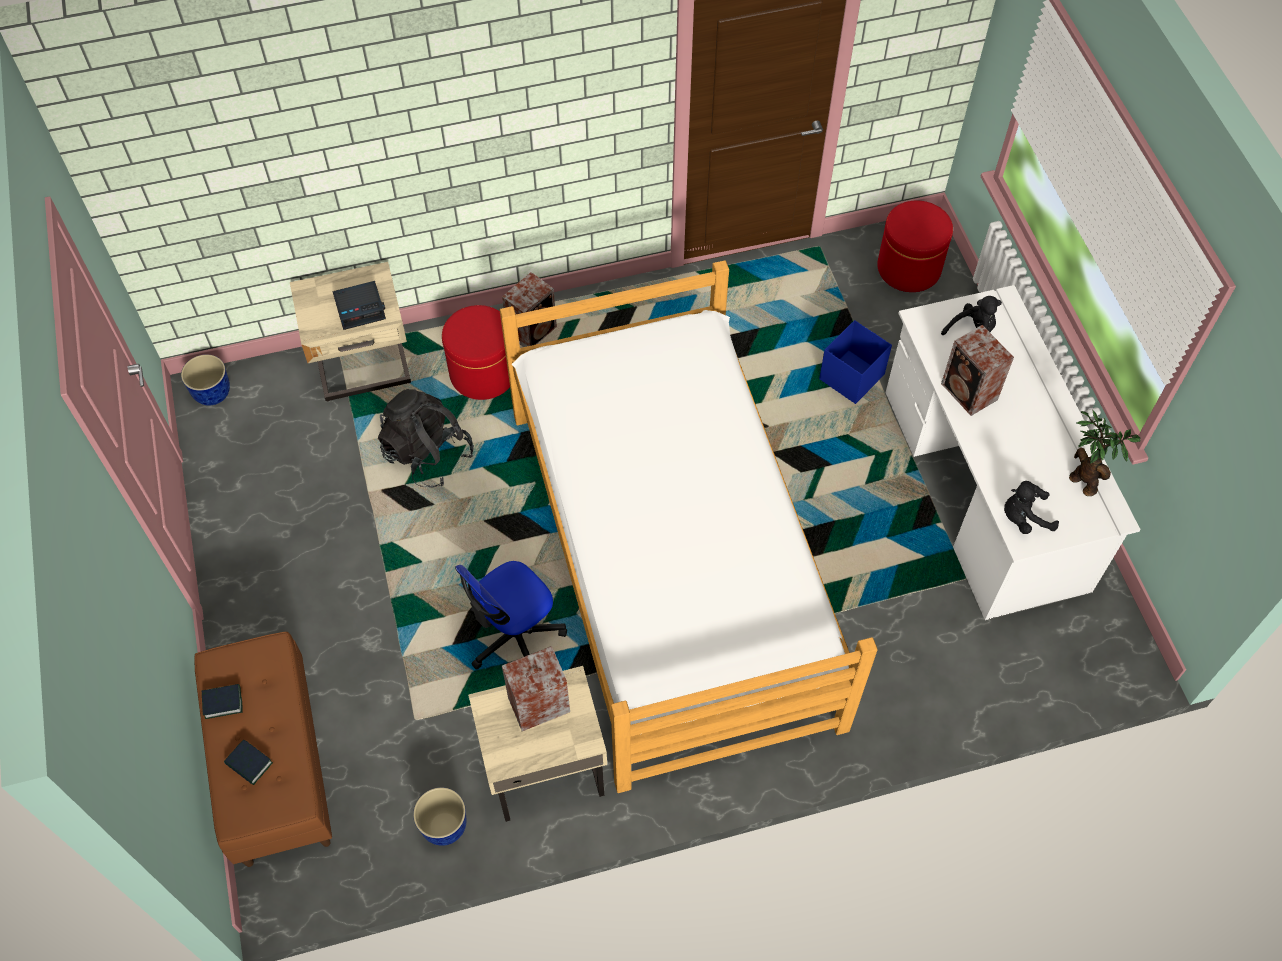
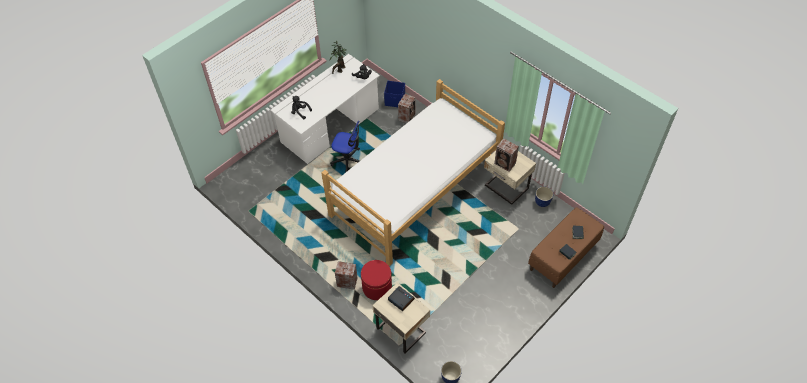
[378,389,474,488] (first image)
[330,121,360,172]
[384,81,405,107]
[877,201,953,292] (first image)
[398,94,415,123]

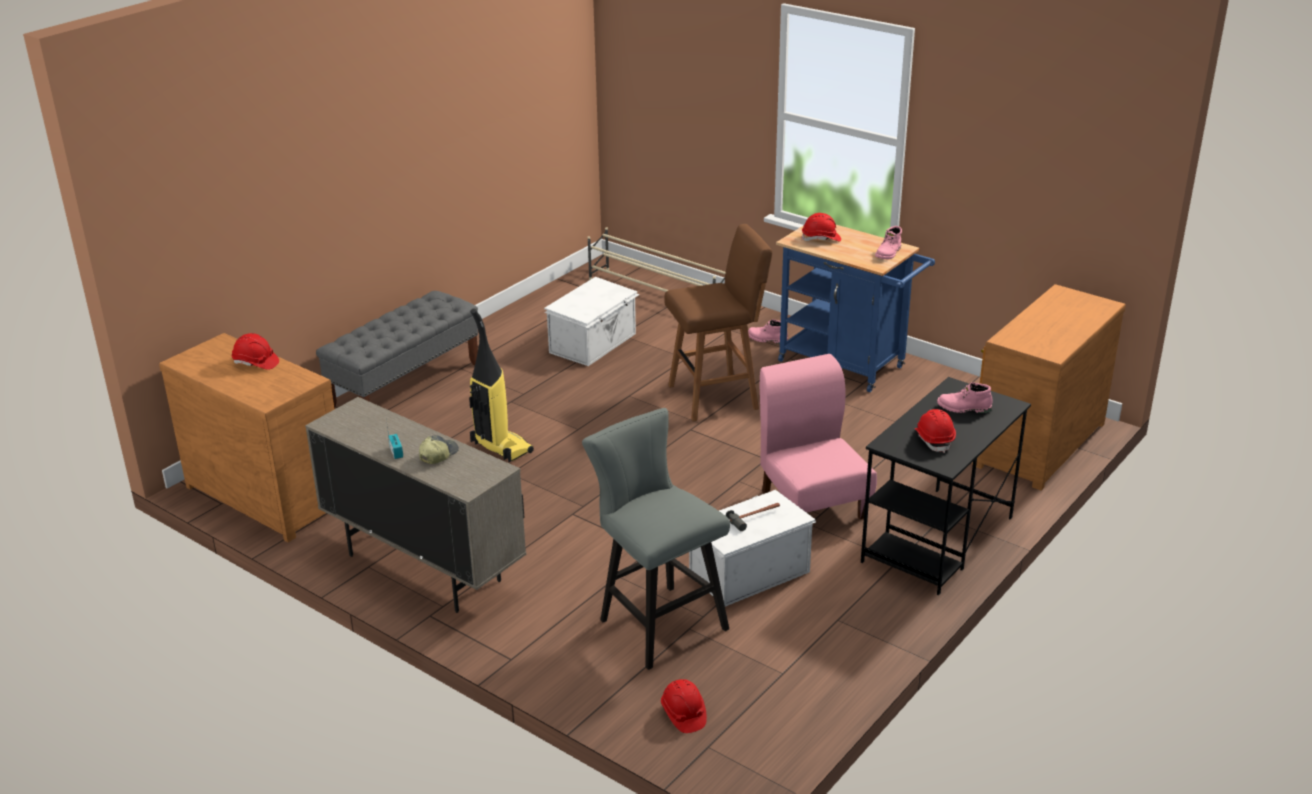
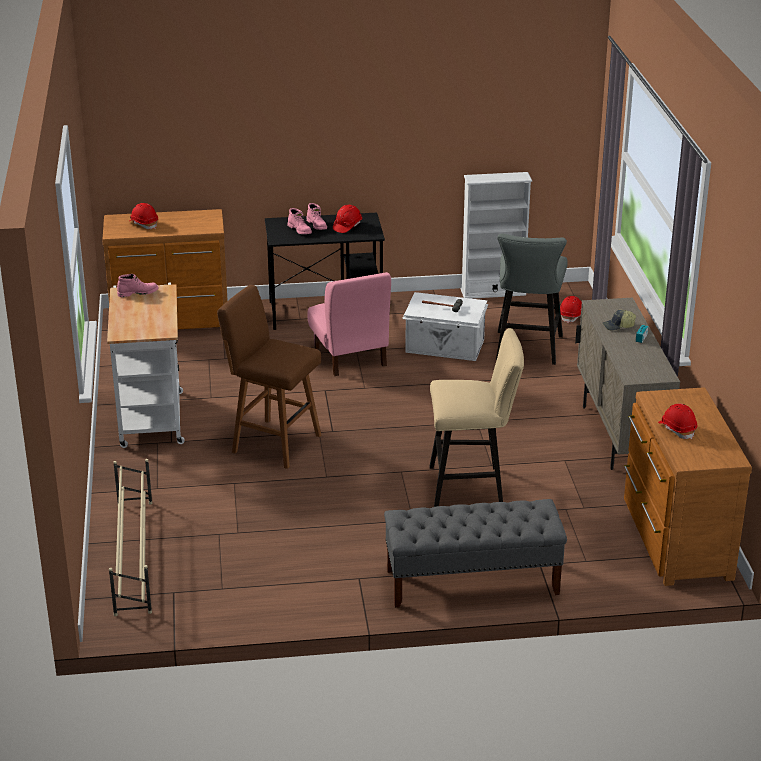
[429,328,524,507]
[544,277,639,366] (first image)
[306,203,327,230]
[307,272,391,376]
[107,283,185,448]
[130,203,158,229]
[461,172,532,299]

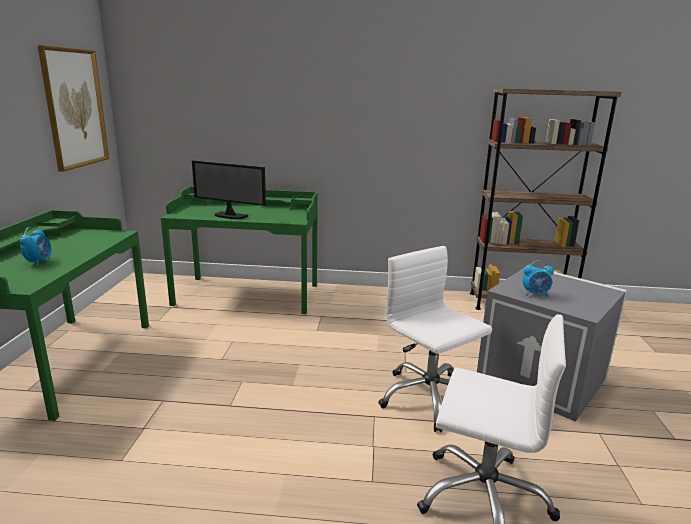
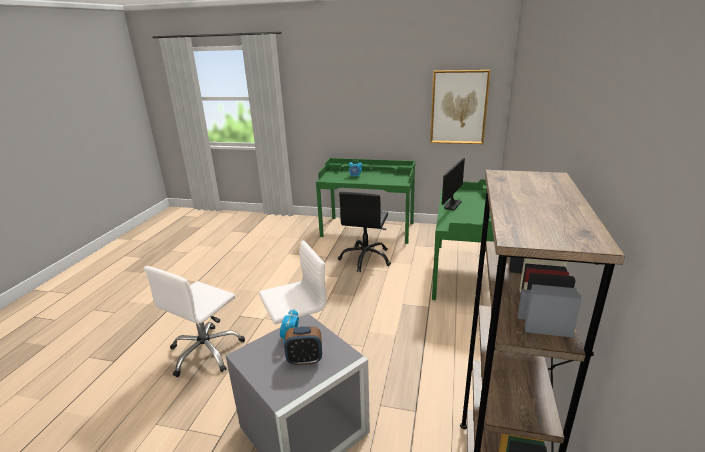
[284,326,322,365]
[338,192,391,272]

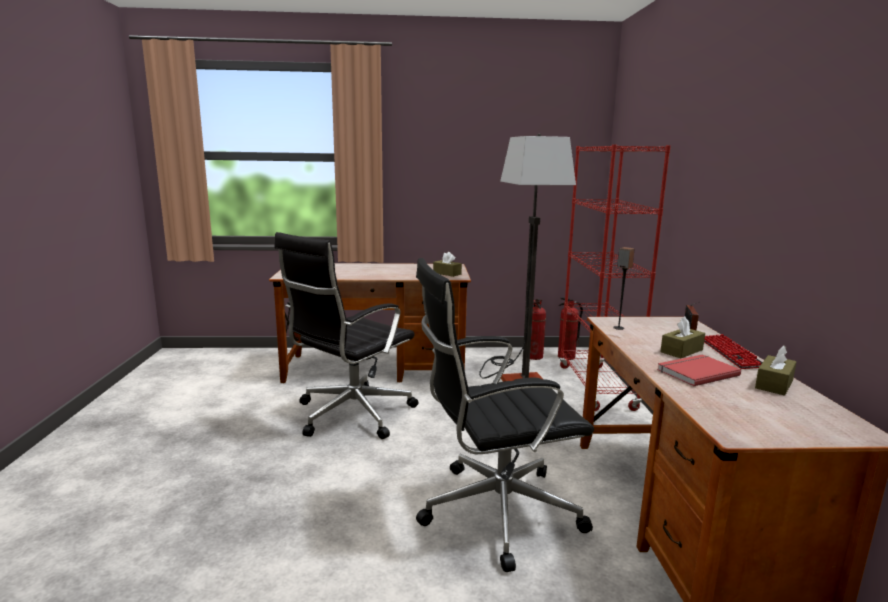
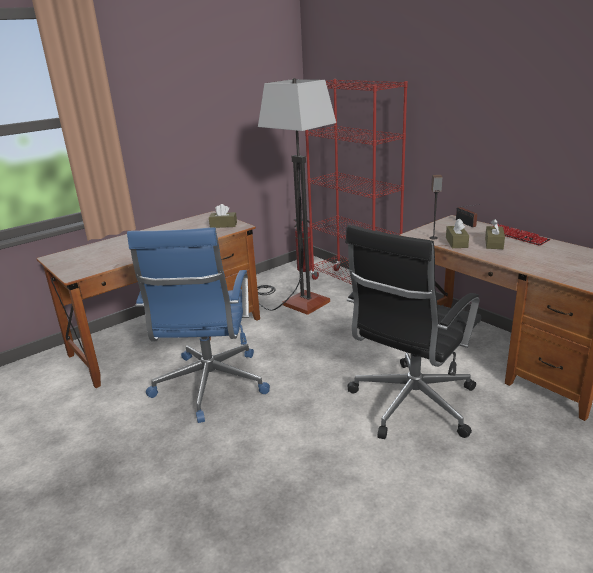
[127,228,270,423]
[530,299,546,360] (first image)
[657,354,741,386] (first image)
[446,219,469,248]

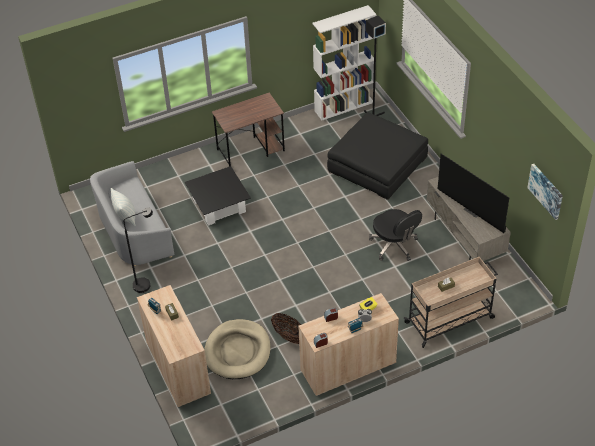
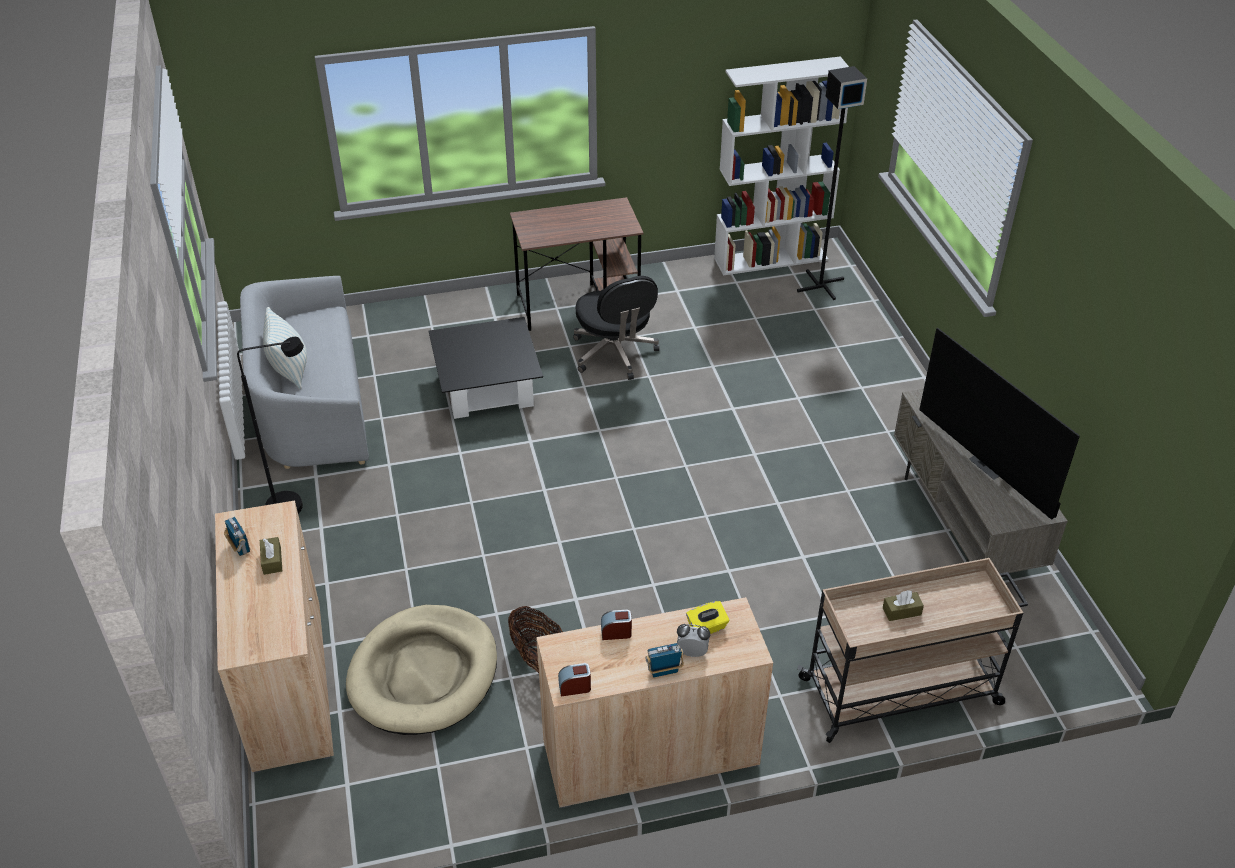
[327,112,428,200] (first image)
[573,276,660,380]
[527,164,563,220] (first image)

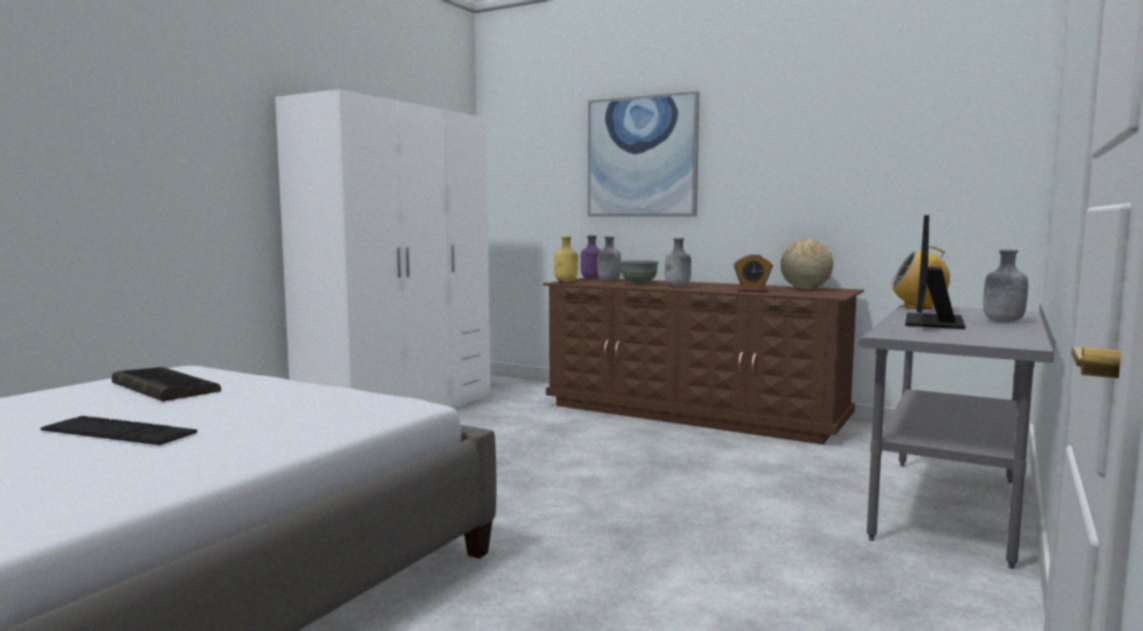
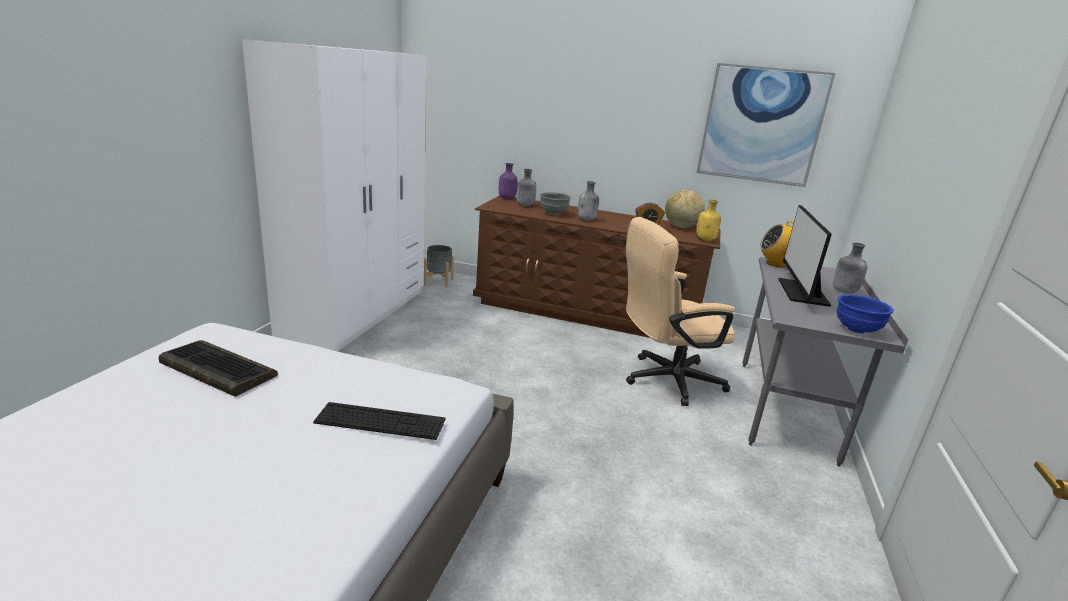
[313,402,445,440]
[696,199,721,241]
[697,63,836,187]
[424,245,454,288]
[626,217,735,406]
[837,295,894,333]

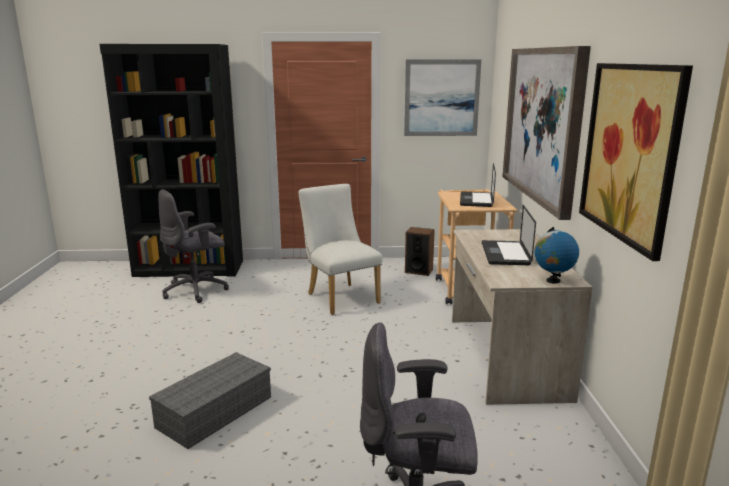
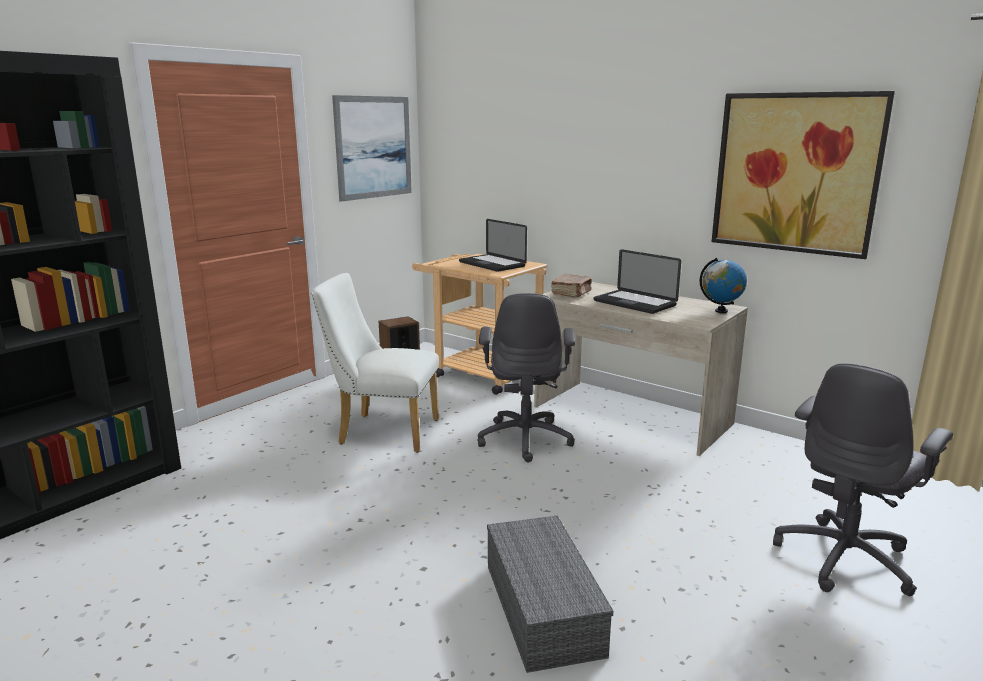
[478,293,575,462]
[502,46,591,220] (first image)
[551,274,592,297]

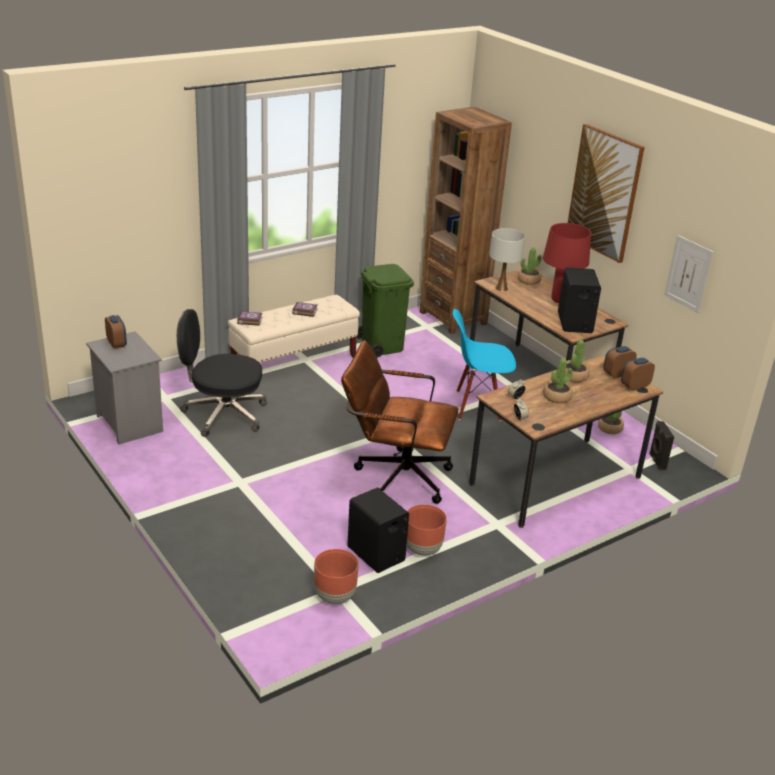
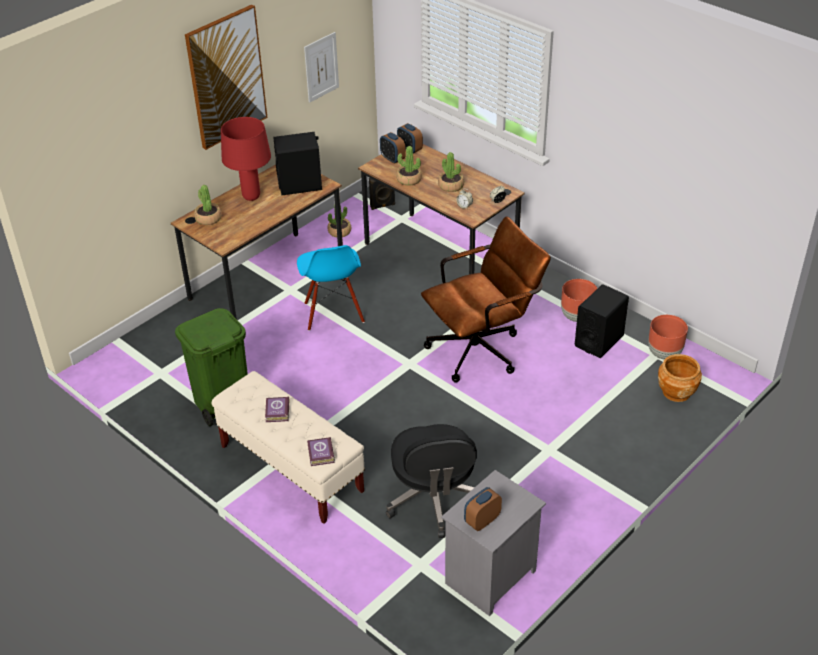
[421,217,551,383]
[420,106,512,335] (first image)
[489,228,525,291] (first image)
[658,354,702,402]

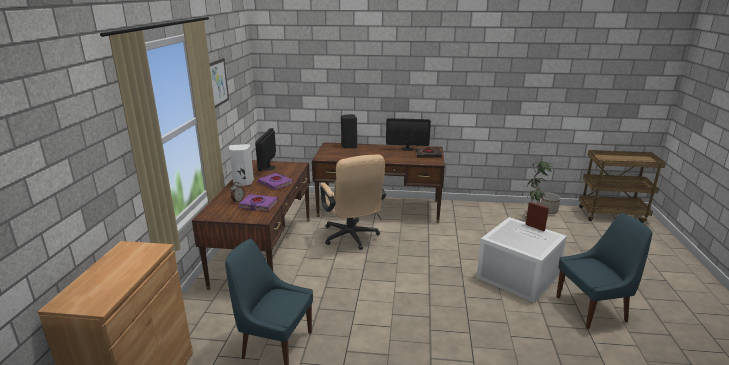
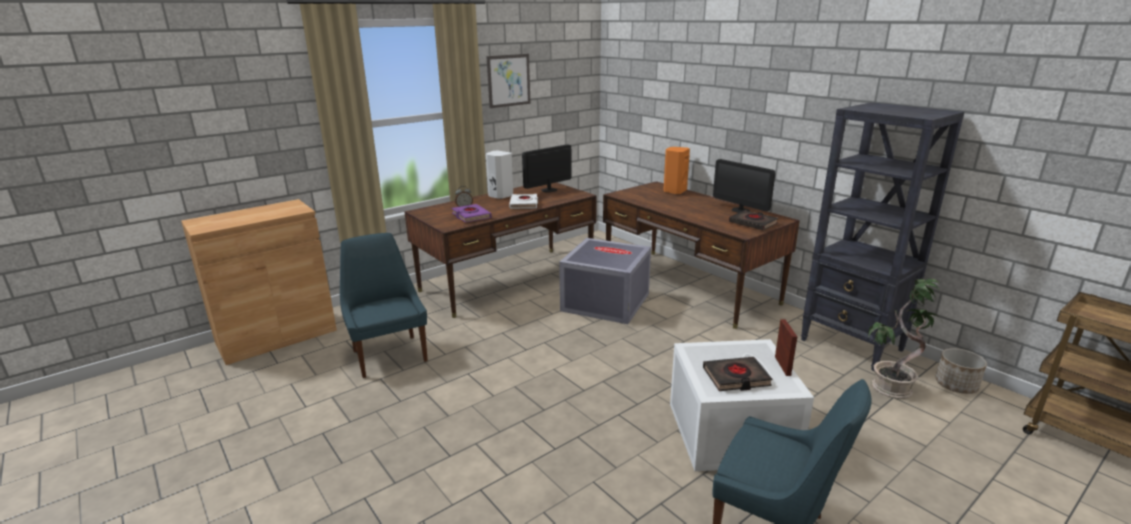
[509,194,538,209]
[559,238,651,324]
[663,147,690,195]
[703,357,772,391]
[801,102,965,371]

